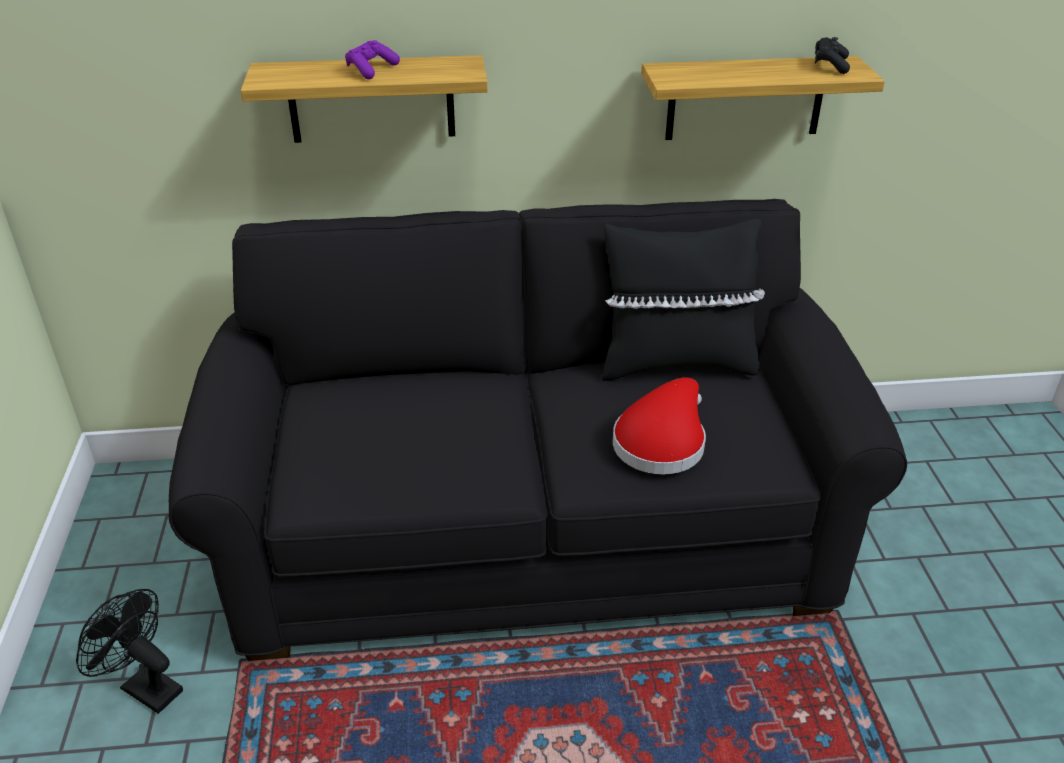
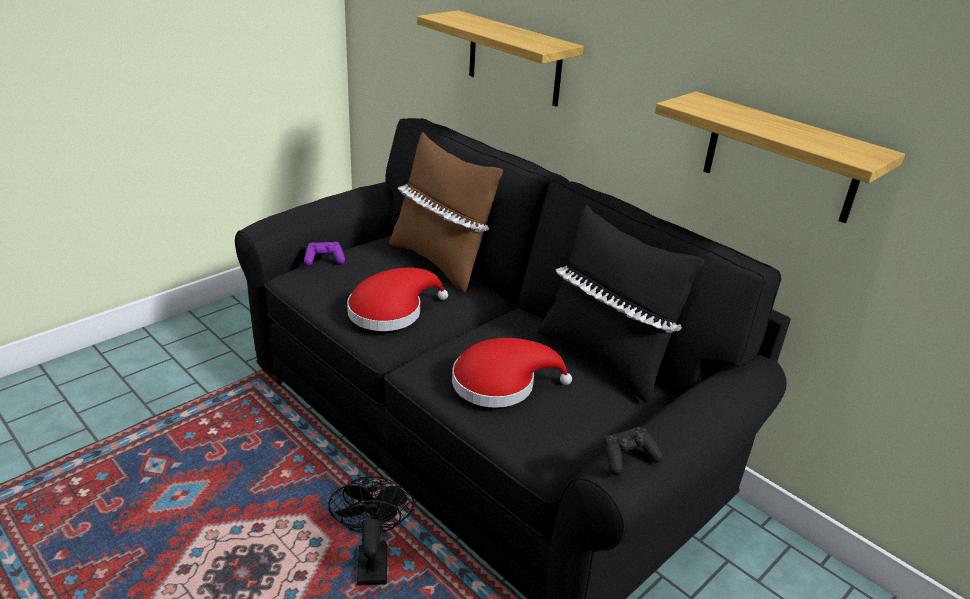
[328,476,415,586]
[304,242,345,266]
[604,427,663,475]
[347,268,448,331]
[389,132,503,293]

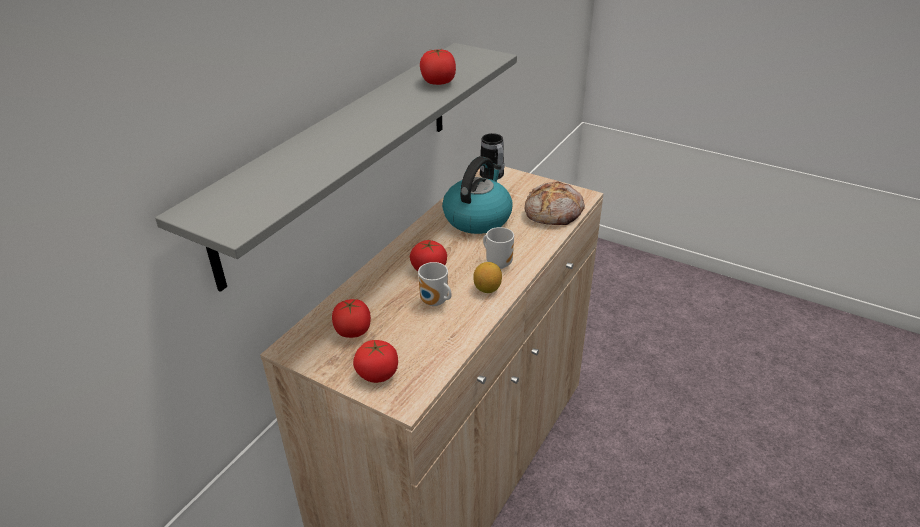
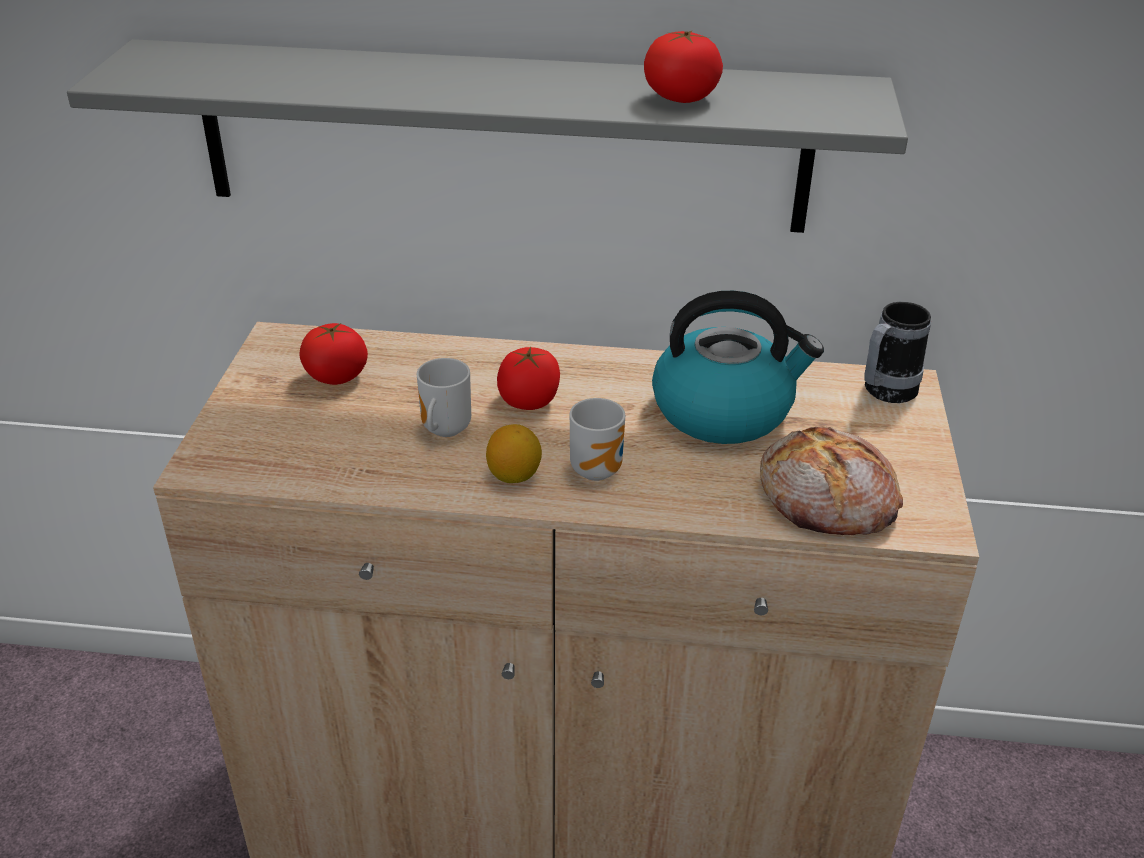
[353,340,398,383] (first image)

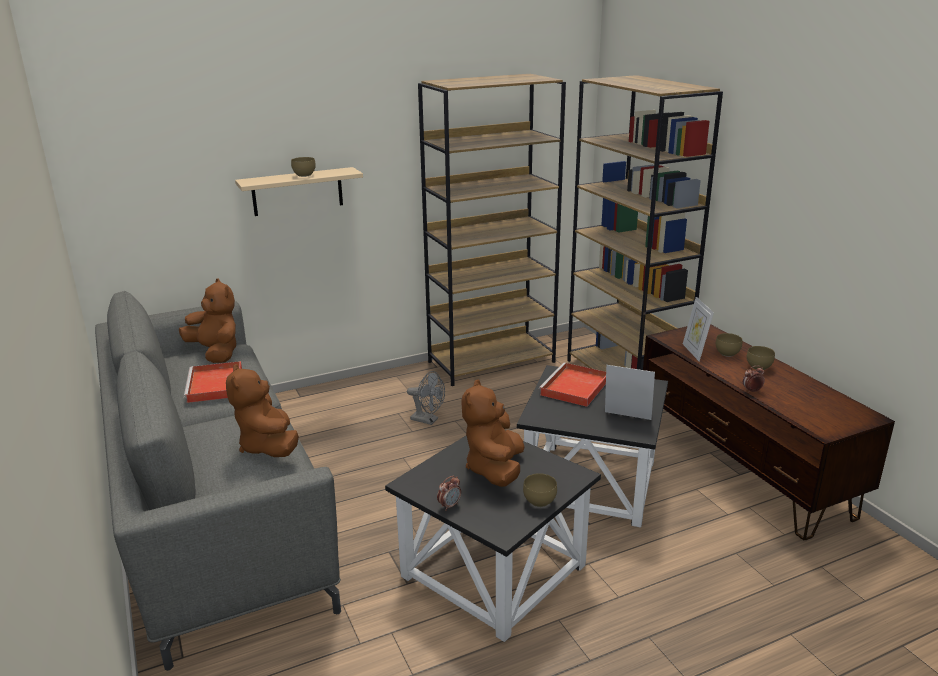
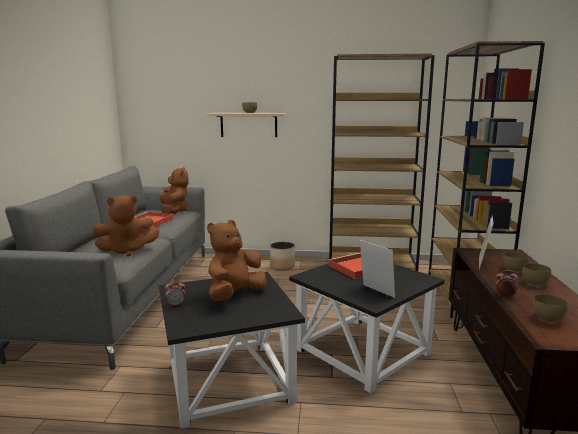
[93,195,159,257]
[407,371,445,425] (first image)
[532,294,568,323]
[270,242,295,270]

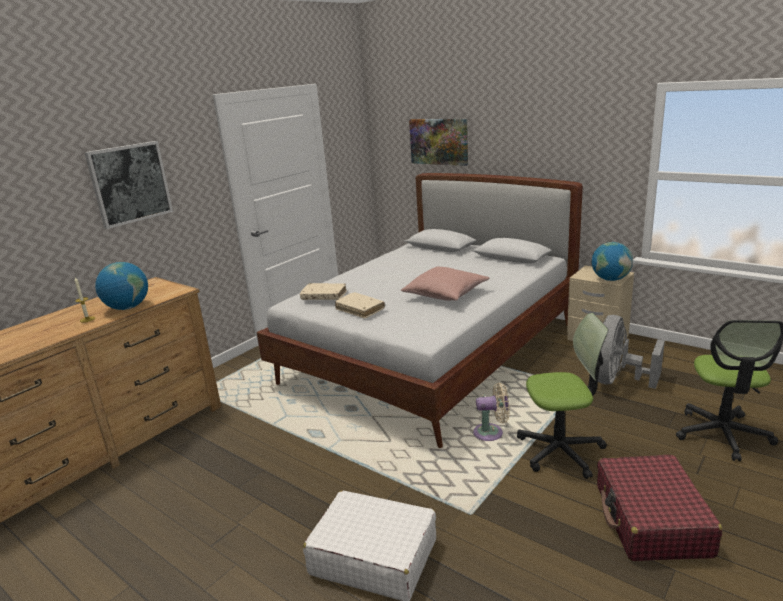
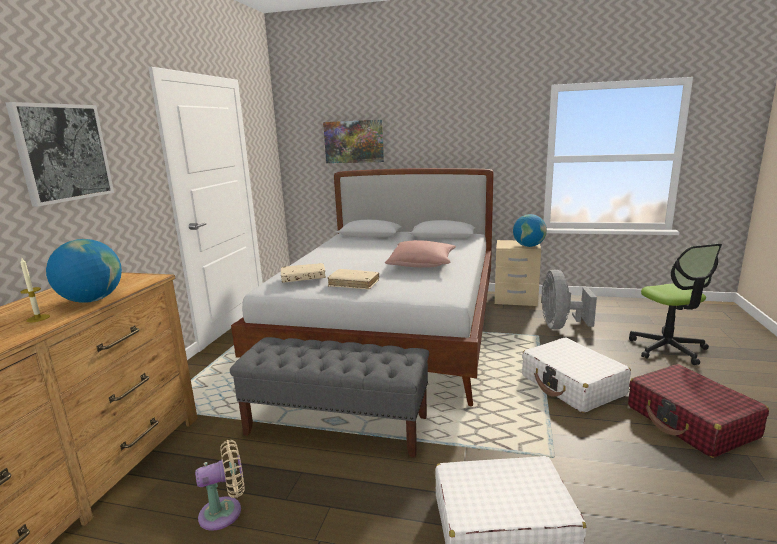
[195,440,245,531]
[522,337,631,413]
[230,337,429,458]

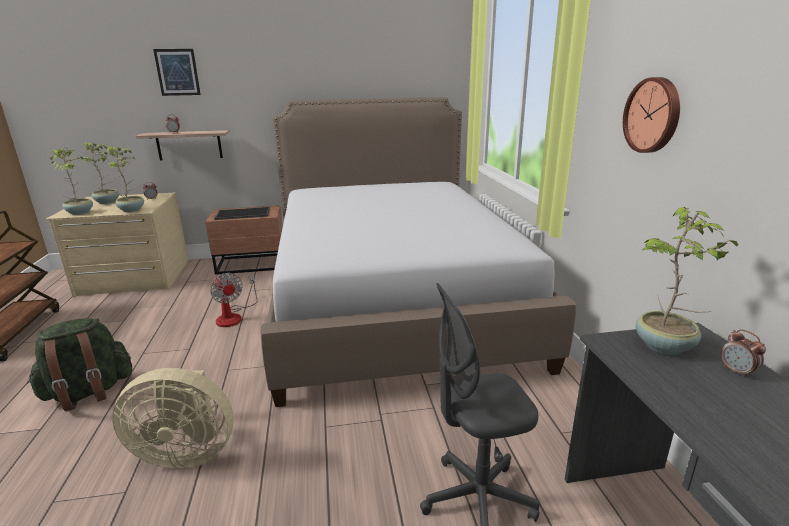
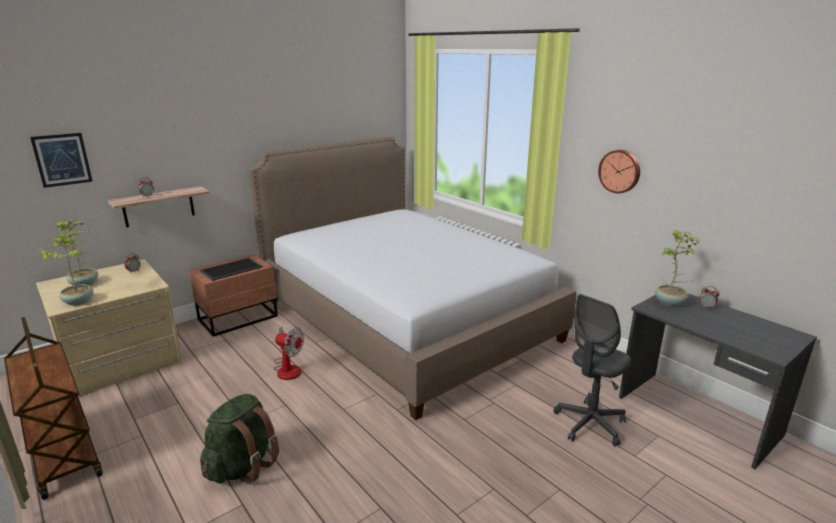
[107,146,144,212] (first image)
[112,368,234,469] (first image)
[30,133,93,188]

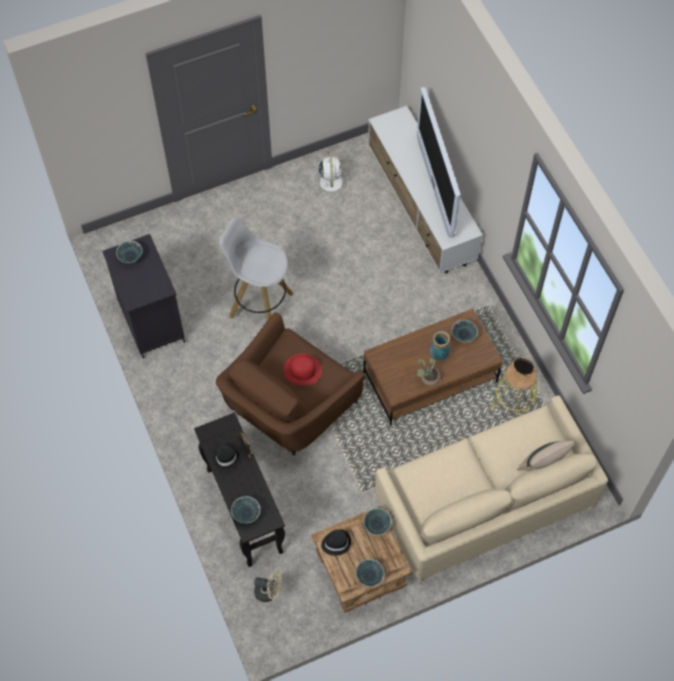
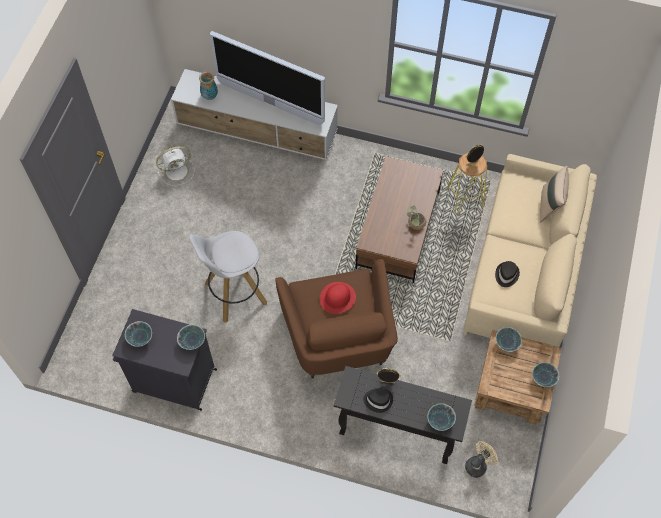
[156,146,195,186]
[495,261,520,287]
[199,71,218,100]
[177,325,205,350]

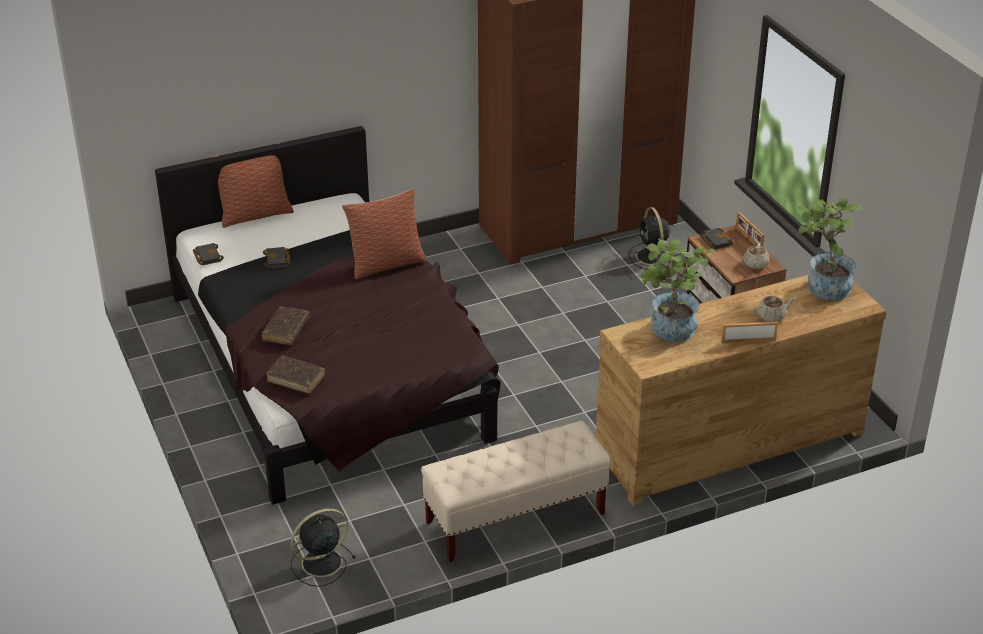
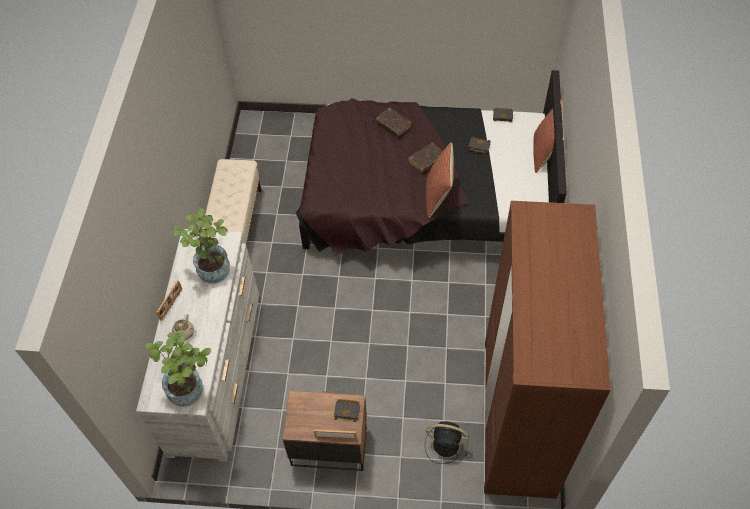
[408,143,443,173]
[291,508,355,587] (first image)
[136,229,259,462]
[743,243,769,269] (first image)

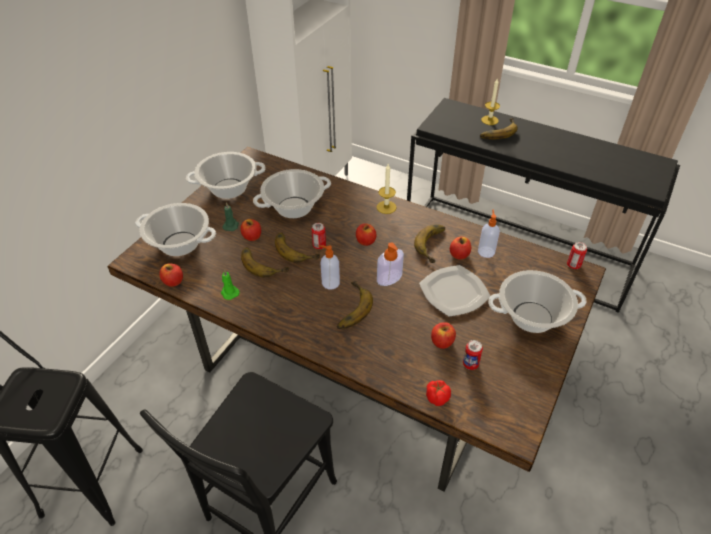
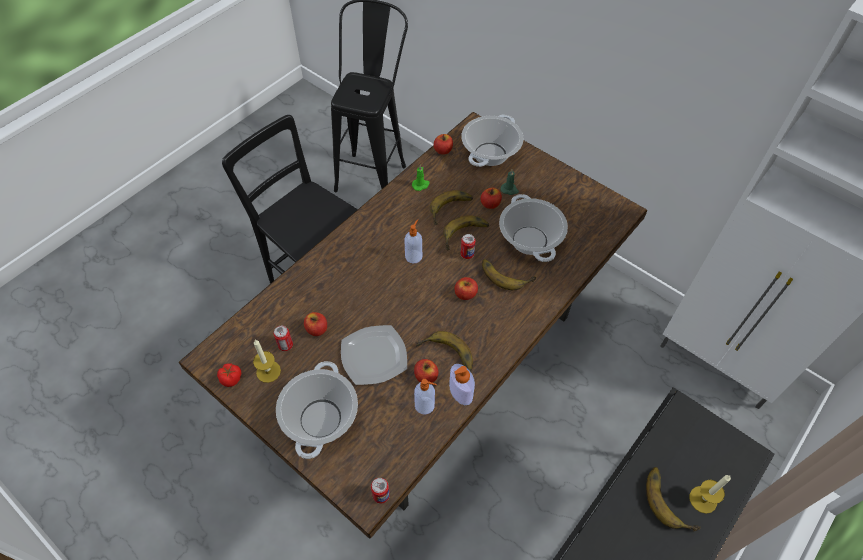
[186,152,266,199] (first image)
[482,259,536,290]
[253,340,281,383]
[449,364,475,405]
[217,363,241,387]

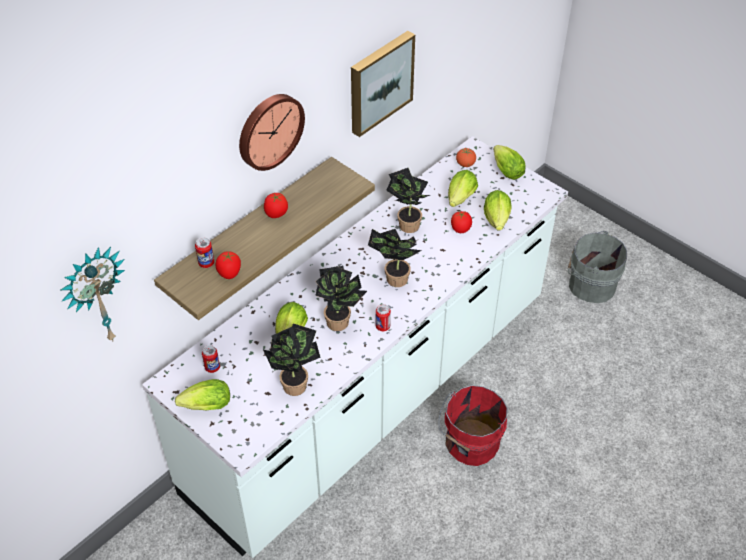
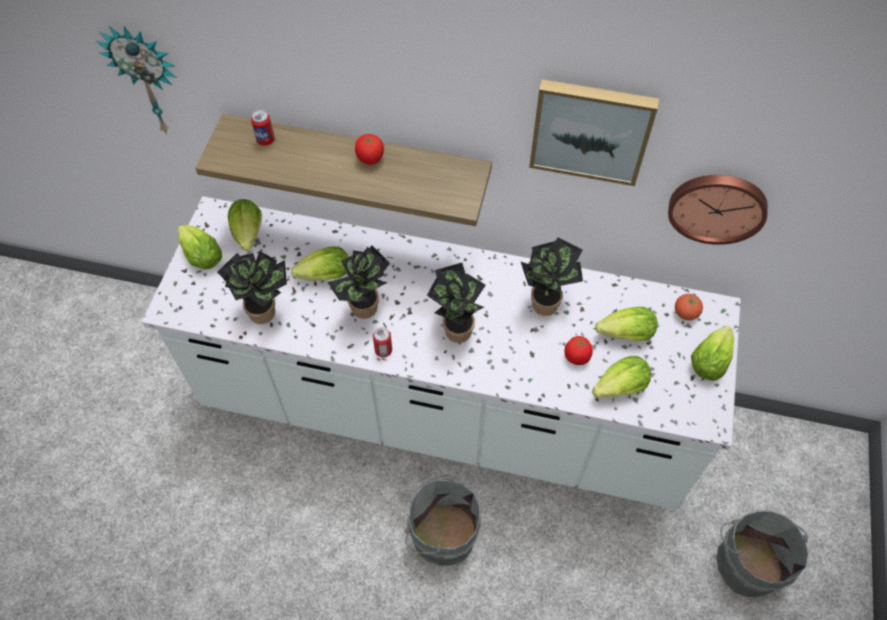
[228,199,262,251]
[216,251,241,279] (first image)
[668,175,768,245]
[405,475,481,565]

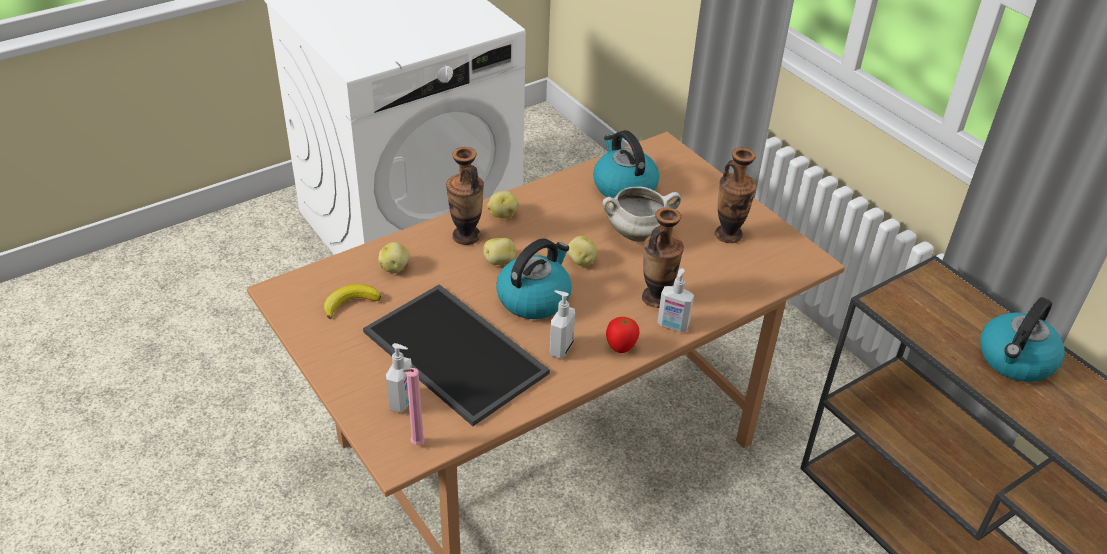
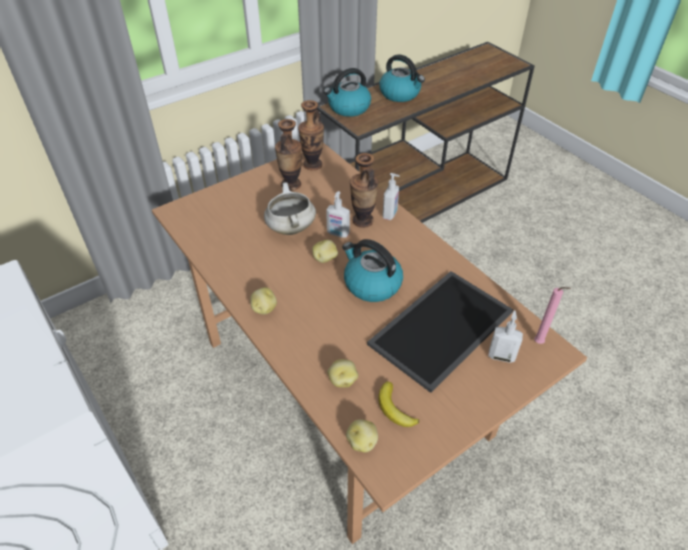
[298,100,324,170]
[346,419,378,453]
[326,191,350,238]
[324,68,371,117]
[606,317,640,353] (first image)

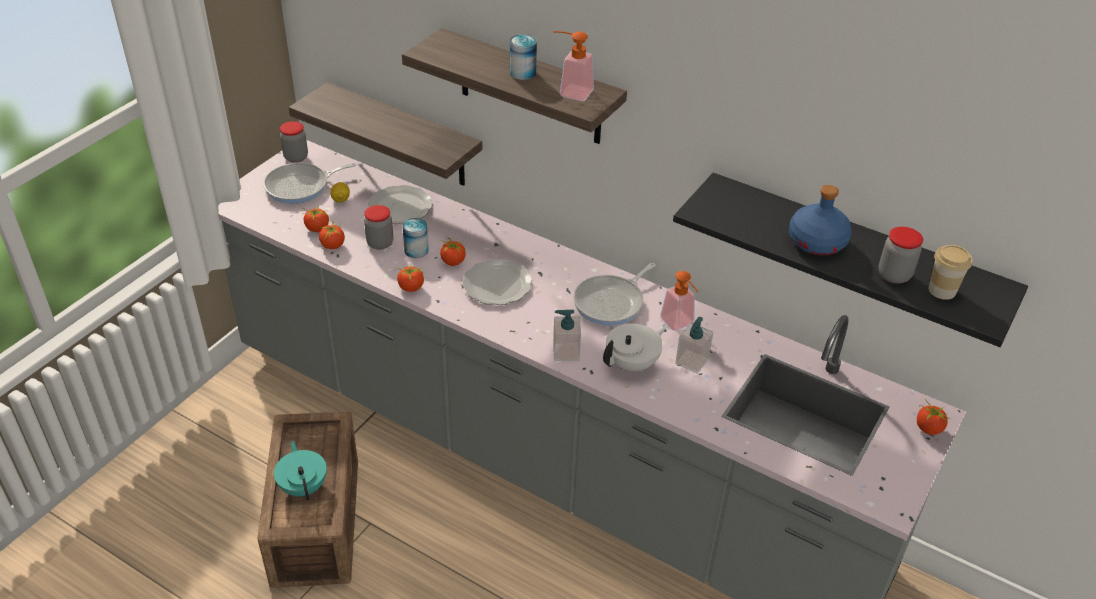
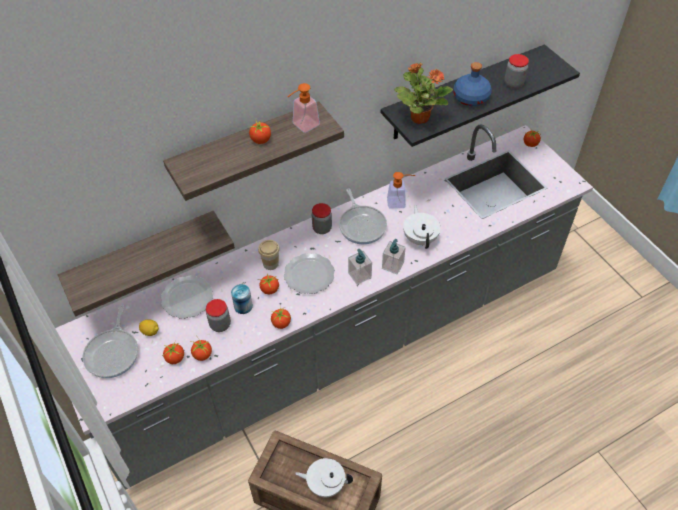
[295,458,353,498]
[312,203,332,234]
[249,121,271,144]
[348,249,372,285]
[258,240,280,270]
[394,63,453,124]

